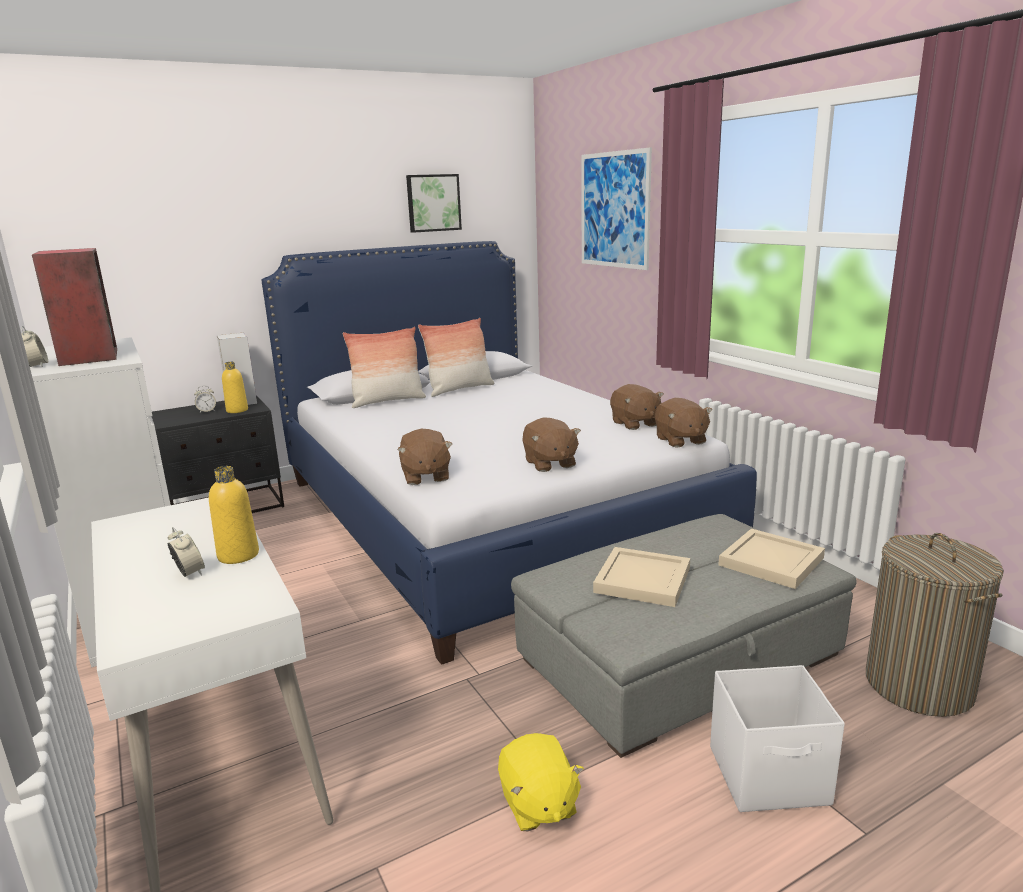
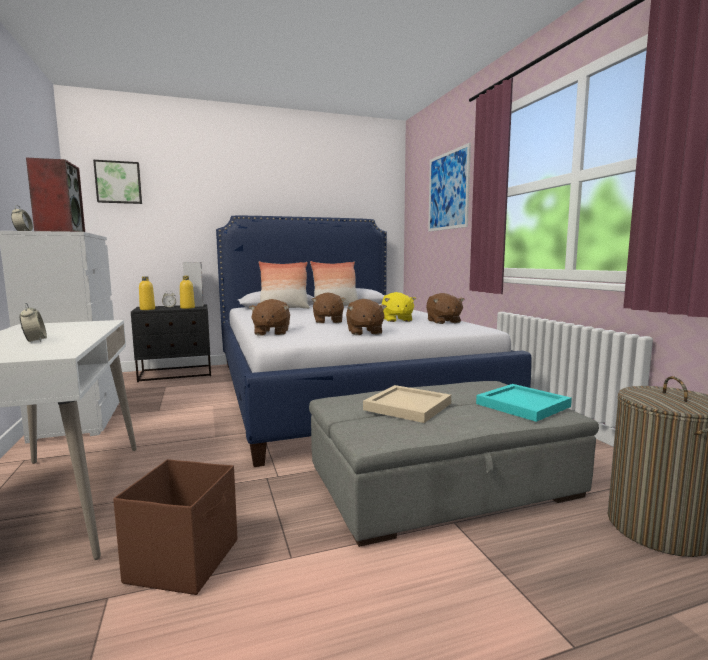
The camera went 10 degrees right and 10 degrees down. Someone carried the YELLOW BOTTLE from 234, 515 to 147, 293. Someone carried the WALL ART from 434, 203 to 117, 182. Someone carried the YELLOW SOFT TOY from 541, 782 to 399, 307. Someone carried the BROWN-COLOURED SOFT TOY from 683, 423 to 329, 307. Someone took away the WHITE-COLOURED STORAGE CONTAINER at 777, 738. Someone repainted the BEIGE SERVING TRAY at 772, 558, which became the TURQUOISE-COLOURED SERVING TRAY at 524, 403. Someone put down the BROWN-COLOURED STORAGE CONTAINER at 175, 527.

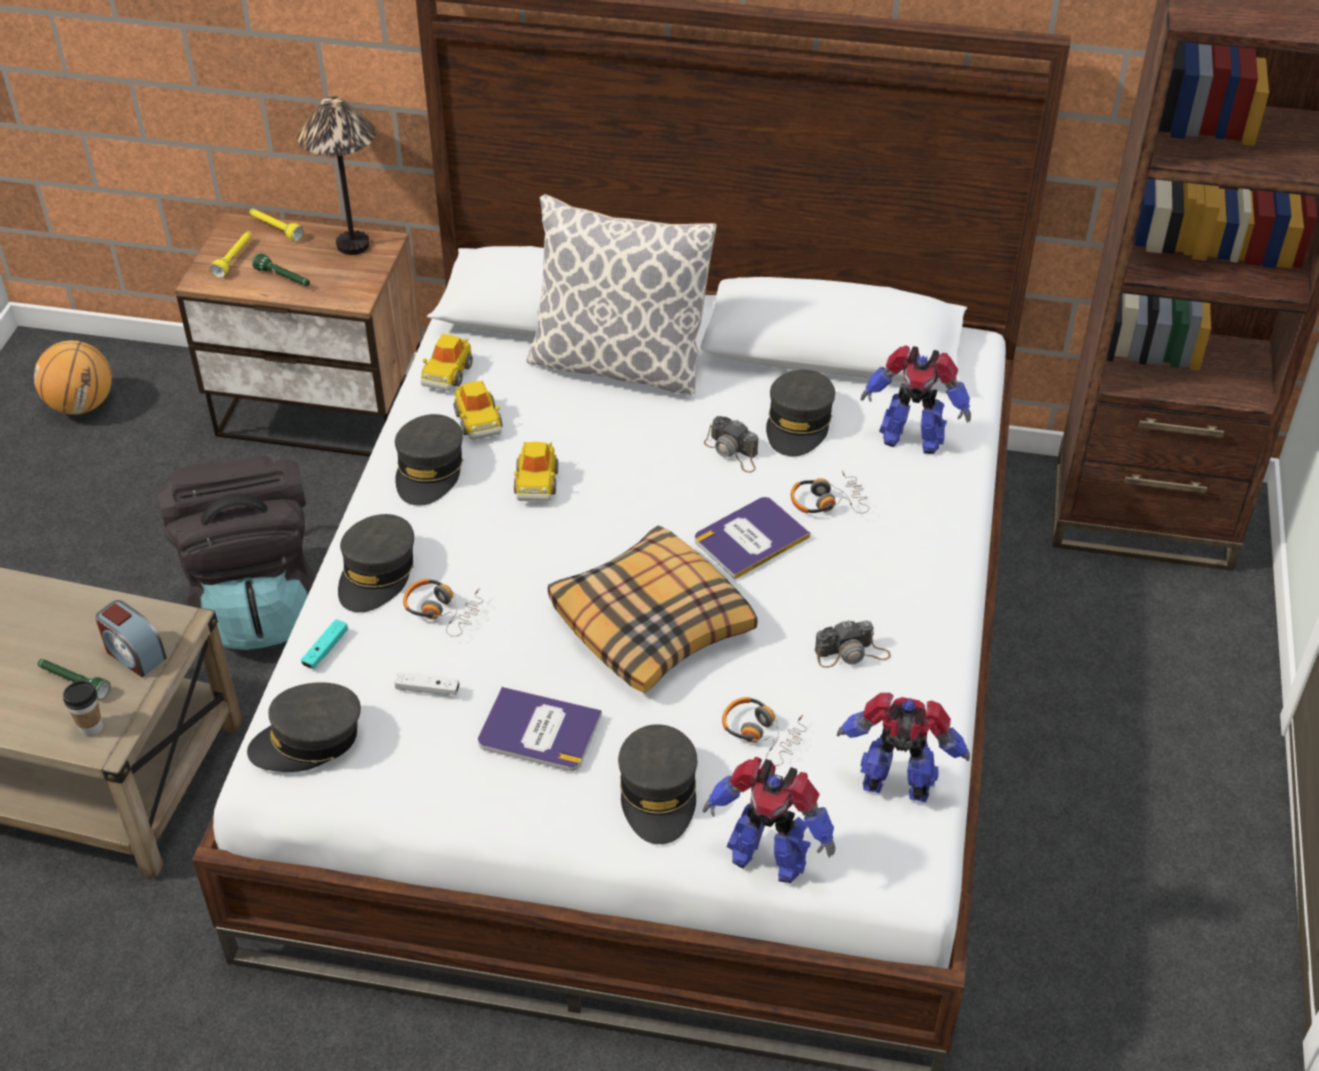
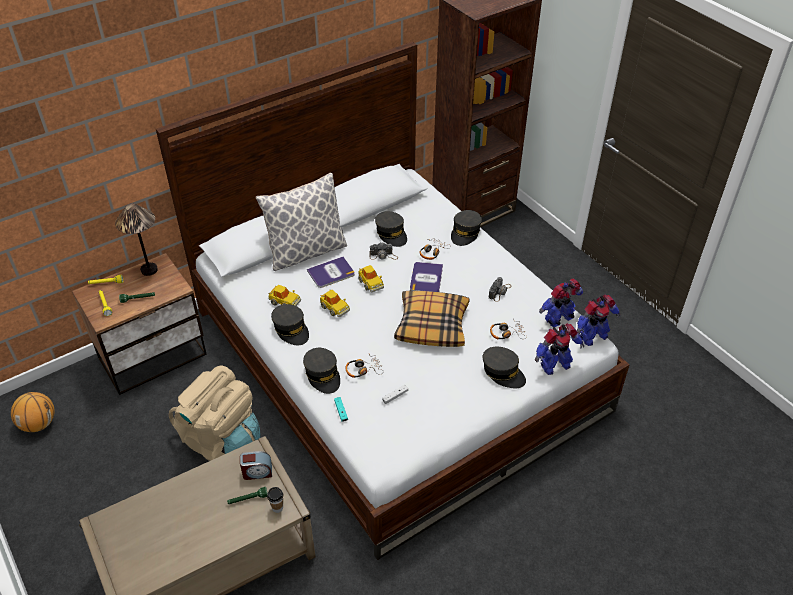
The camera went 45 degrees left and 0 degrees up. Someone repainted the BLACK-COLOURED KNAPSACK at 236, 552, which became the BEIGE KNAPSACK at 215, 413. Someone carried the GREYISH CAP from 304, 727 to 466, 228. Someone carried the MODEL CAR from 446, 362 to 371, 278. Someone carried the BOUND BOOK from 540, 729 to 331, 272. Someone carried the TOY ROBOT from 915, 399 to 598, 320.

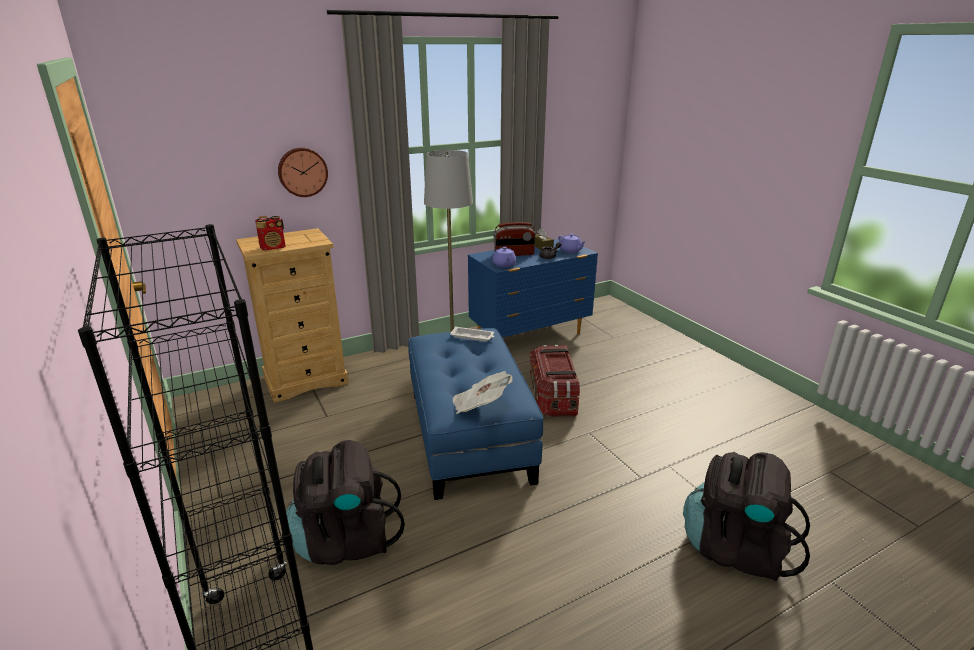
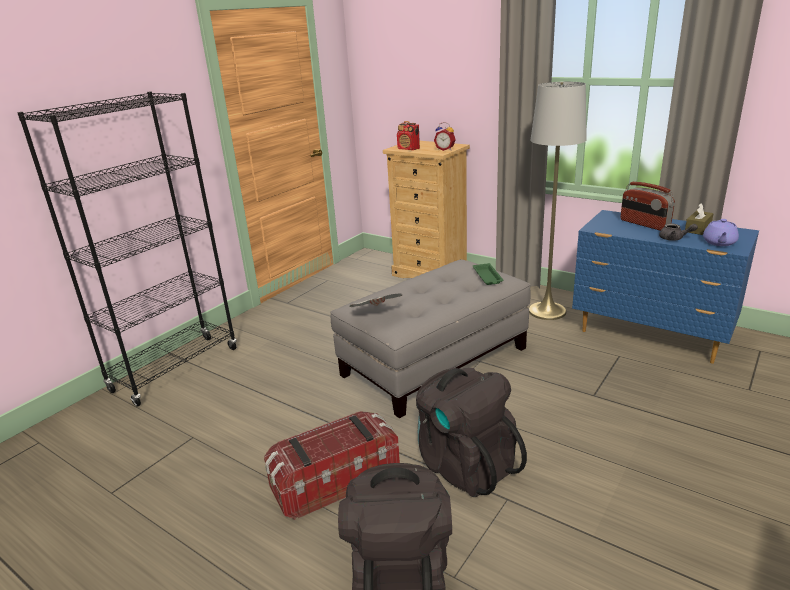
The camera went 65 degrees right and 0 degrees up. Someone took away the CLOCK ON THE WALL at 303, 172. Someone carried the BLACK-COLOURED KNAPSACK from 345, 502 to 471, 432. Someone repainted the BLUE OTTOMAN at 475, 414, which became the GREYISH OTTOMAN at 430, 339. Someone repainted the WHITE-COLOURED SERVING TRAY at 472, 334, which became the GREENISH SERVING TRAY at 488, 274. Someone took away the PURPLE TEA POT at 504, 257. Someone carried the STORAGE CONTAINER from 555, 381 to 332, 465. Someone put down the BEDSIDE CLOCK at 445, 136.

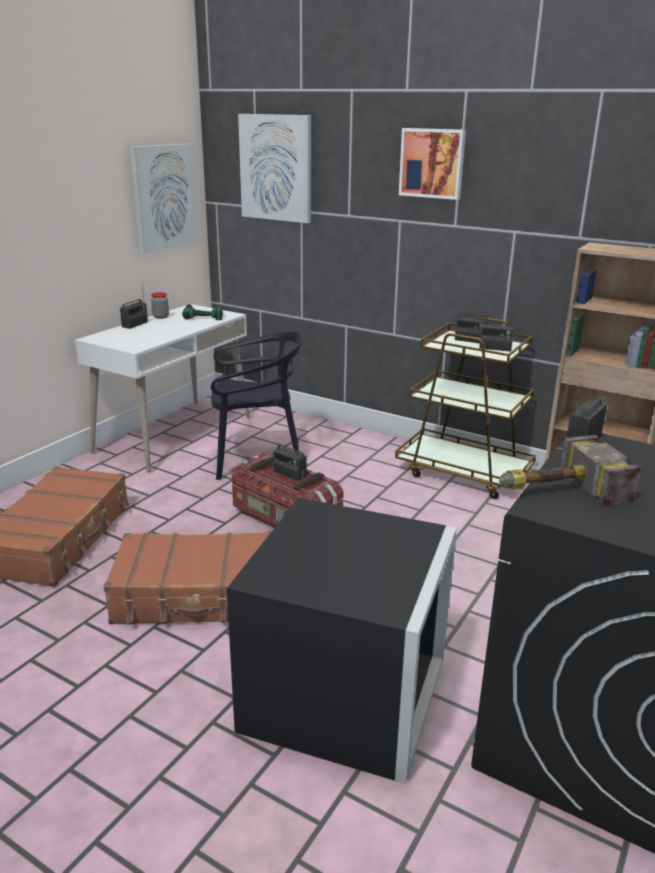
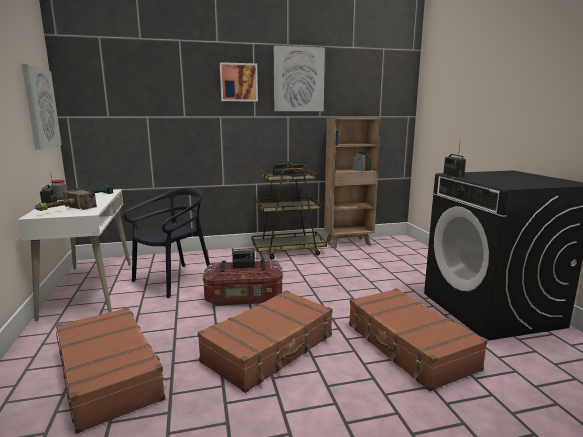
The camera went 45 degrees left and 10 degrees down. Someone swapped the BLACK-COLOURED STORAGE CONTAINER at 342, 641 for the BROWN-COLOURED TRAVEL CASE at 418, 339. Someone carried the WALL ART from 274, 168 to 299, 78. Someone carried the HAND HAMMER from 570, 470 to 66, 200.

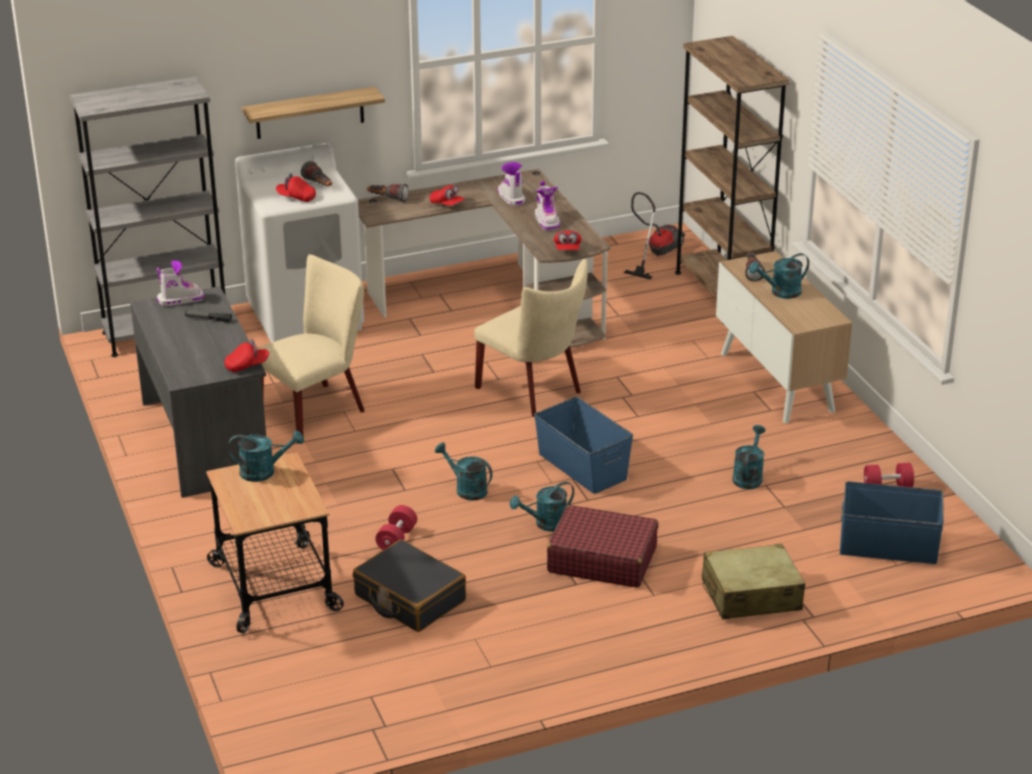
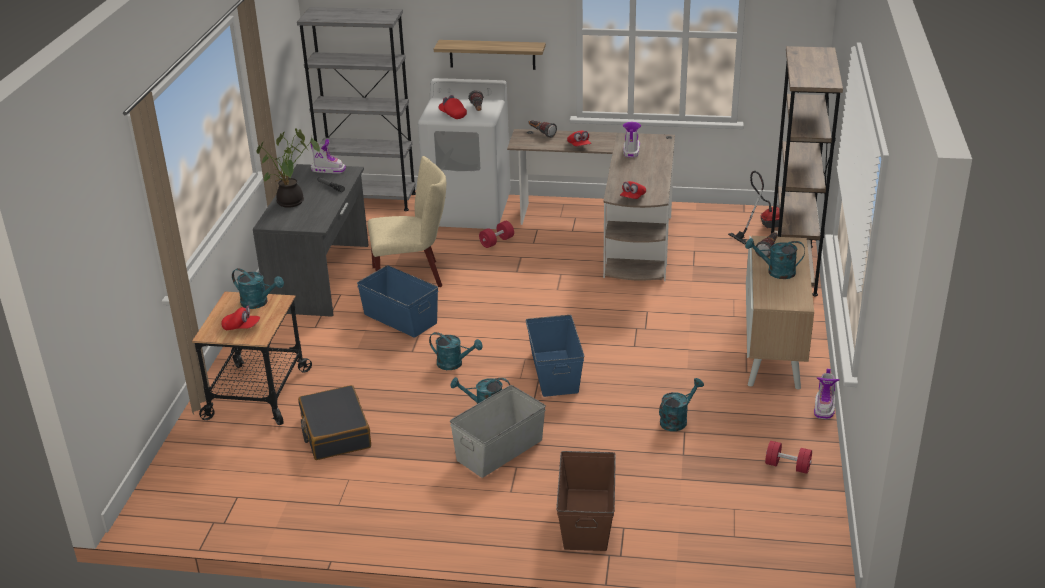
The camera went 30 degrees right and 0 degrees up. Someone carried the RED CAP from 246, 355 to 240, 318. Someone carried the RED FREE WEIGHT from 396, 527 to 496, 234. Someone rotated the TURQUOISE-COLOURED WATERING POT at 464, 471 by 135 degrees clockwise. Someone took away the BEIGE UPRIGHT CHAIR at 531, 338. Someone carried the HIGH-TOP BOOT from 547, 206 to 827, 394. Someone swapped the RED TRAVEL CASE at 602, 546 for the GREYISH STORAGE CONTAINER at 498, 431. Someone swapped the BEIGE TRAVEL CASE at 753, 582 for the BROWN-COLOURED STORAGE CONTAINER at 586, 501. Someone carried the BLUE STORAGE CONTAINER from 892, 522 to 397, 301. Someone put down the POTTED PLANT at 288, 168.

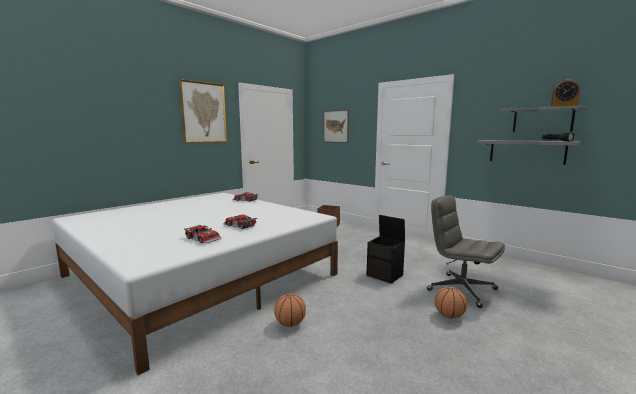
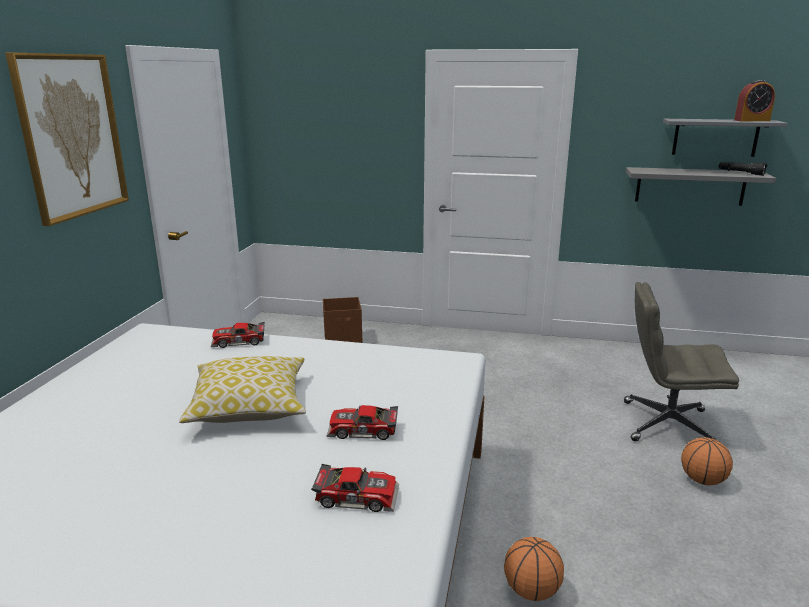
The camera went 30 degrees left and 10 degrees up. Someone took away the WALL ART at 336, 126. Someone took away the BLACK-COLOURED STORAGE CONTAINER at 386, 249. Someone put down the THROW PILLOW at 242, 389.

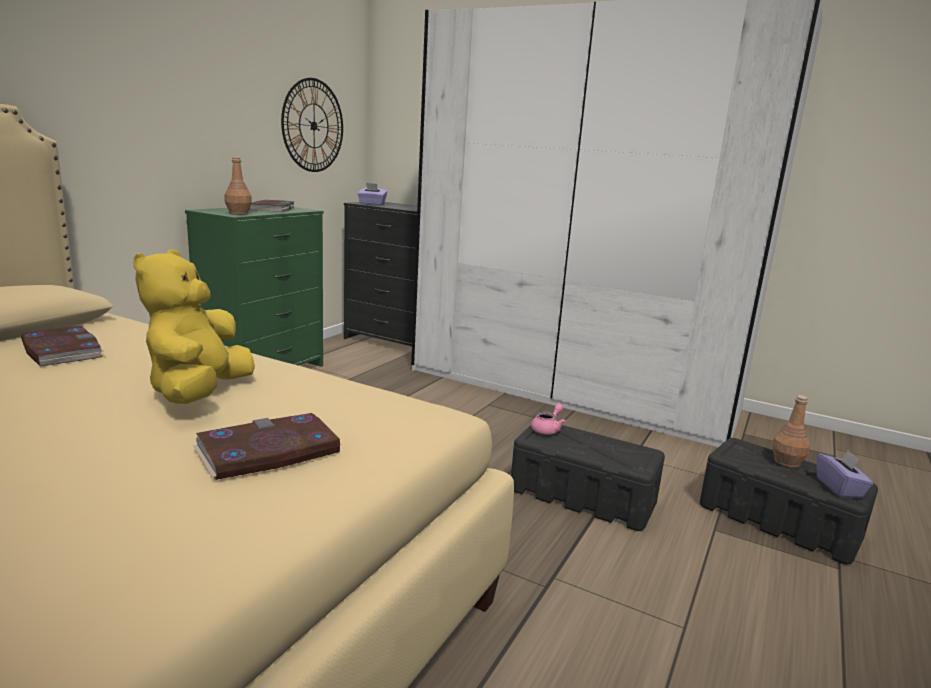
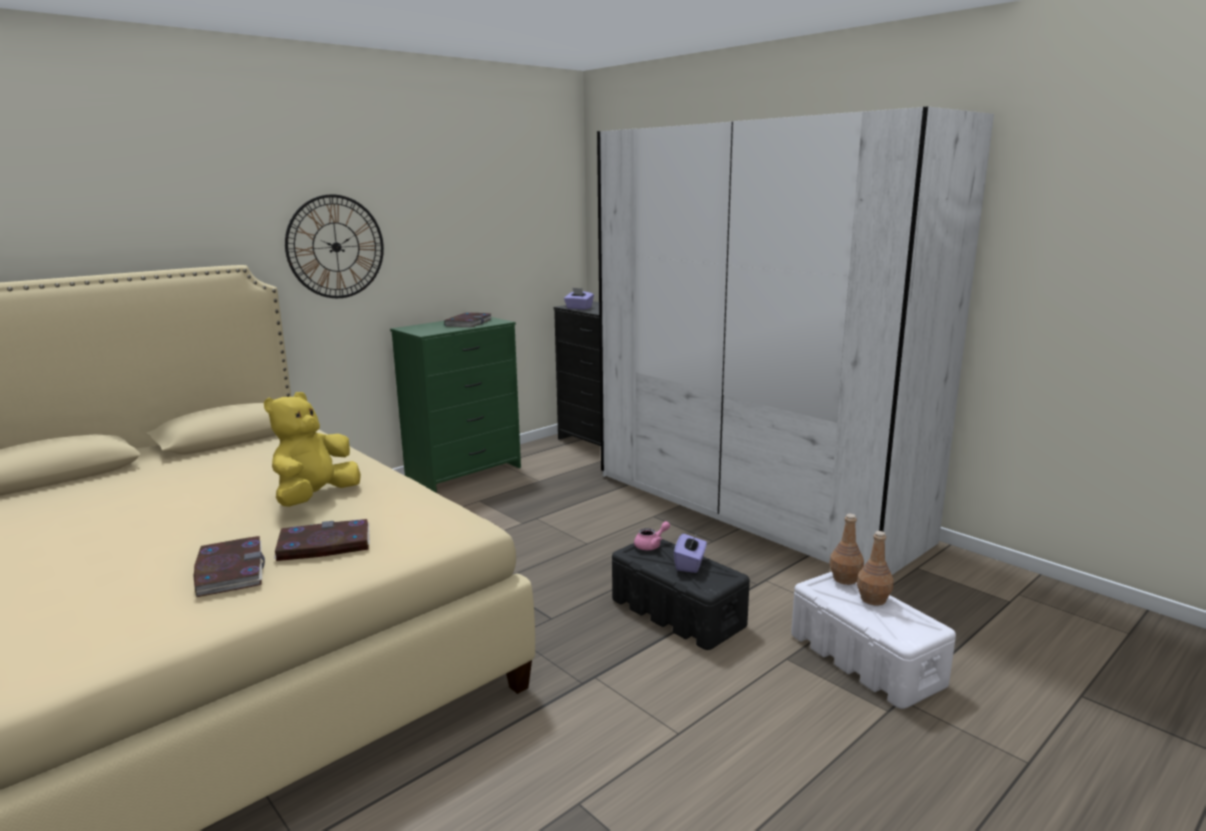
The camera went 20 degrees right and 0 degrees up. Someone carried the BOUND BOOK from 63, 346 to 229, 566. Someone carried the BROWN-COLOURED BOTTLE from 238, 186 to 846, 549. Someone carried the CLOCK ON THE WALL from 312, 125 to 334, 246. Someone repainted the BLACK-COLOURED STORAGE CONTAINER at 789, 501, which became the WHITE-COLOURED STORAGE CONTAINER at 873, 640. Someone carried the PURPLE TISSUE HOLDER from 844, 474 to 690, 553.

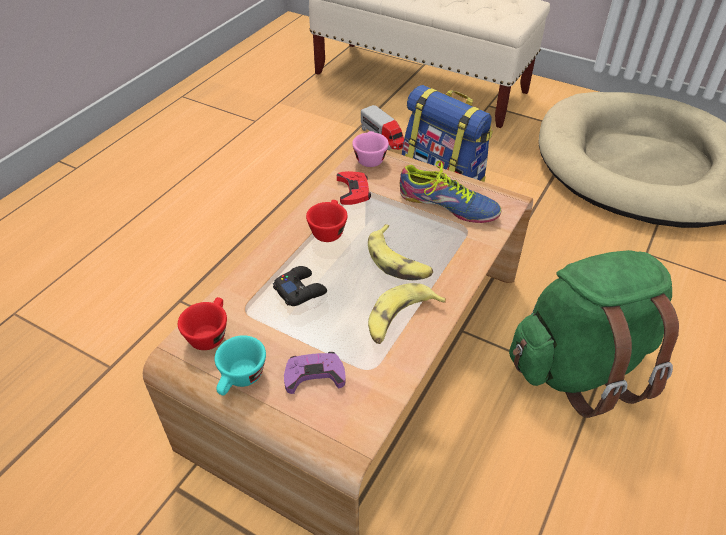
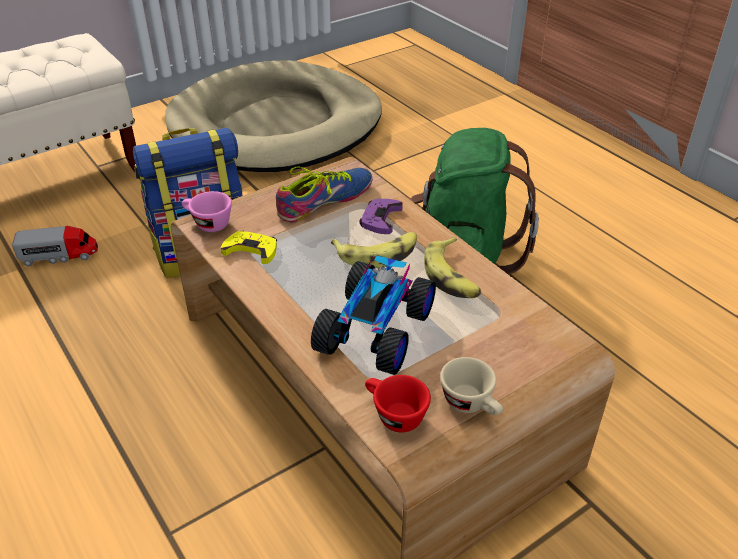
The camera went 65 degrees left and 5 degrees down. Someone repainted the TURQUOISE-COLOURED DRINKING CUP at 240, 365, which became the BEIGE DRINKING CUP at 471, 386. Someone swapped the BLACK-COLOURED GAME CONTROLLER at 300, 286 for the MODEL CAR at 373, 315. Someone carried the PURPLE GAME CONTROLLER from 315, 373 to 381, 216. Someone took away the RED DRINKING CUP at 326, 221. Someone repainted the RED GAME CONTROLLER at 354, 188, which became the YELLOW GAME CONTROLLER at 249, 247.

